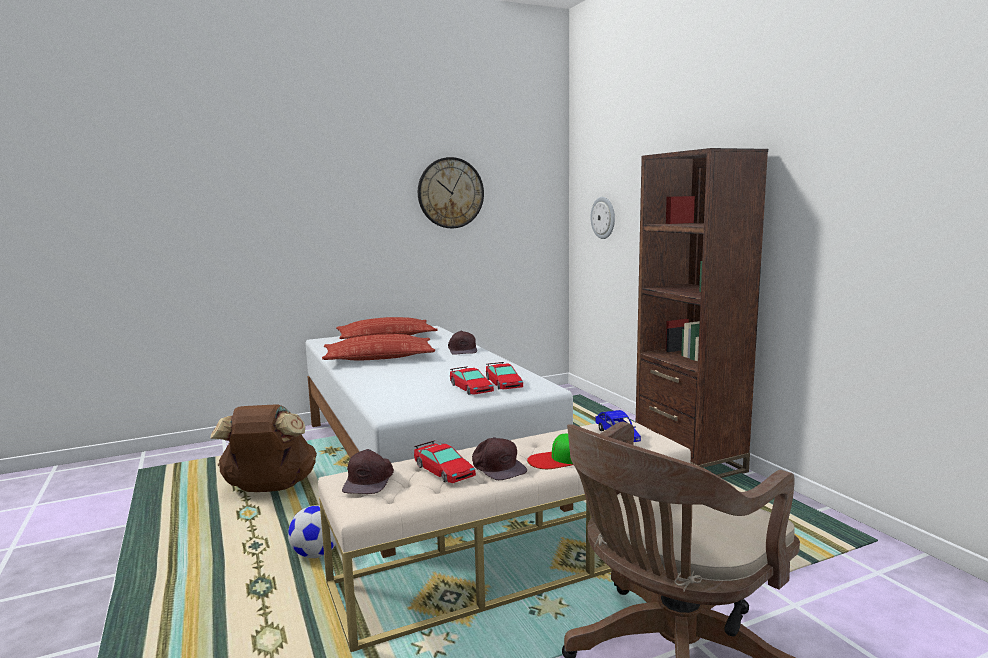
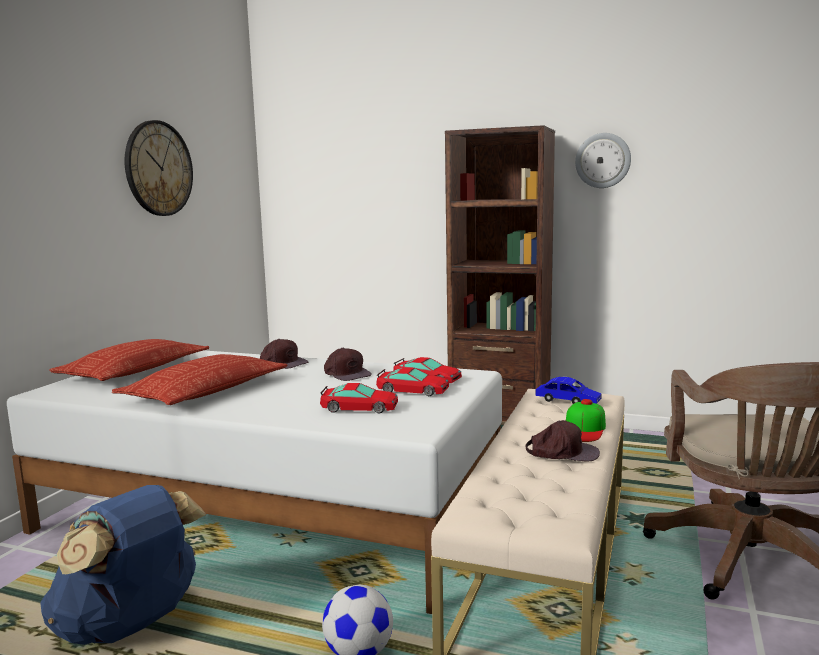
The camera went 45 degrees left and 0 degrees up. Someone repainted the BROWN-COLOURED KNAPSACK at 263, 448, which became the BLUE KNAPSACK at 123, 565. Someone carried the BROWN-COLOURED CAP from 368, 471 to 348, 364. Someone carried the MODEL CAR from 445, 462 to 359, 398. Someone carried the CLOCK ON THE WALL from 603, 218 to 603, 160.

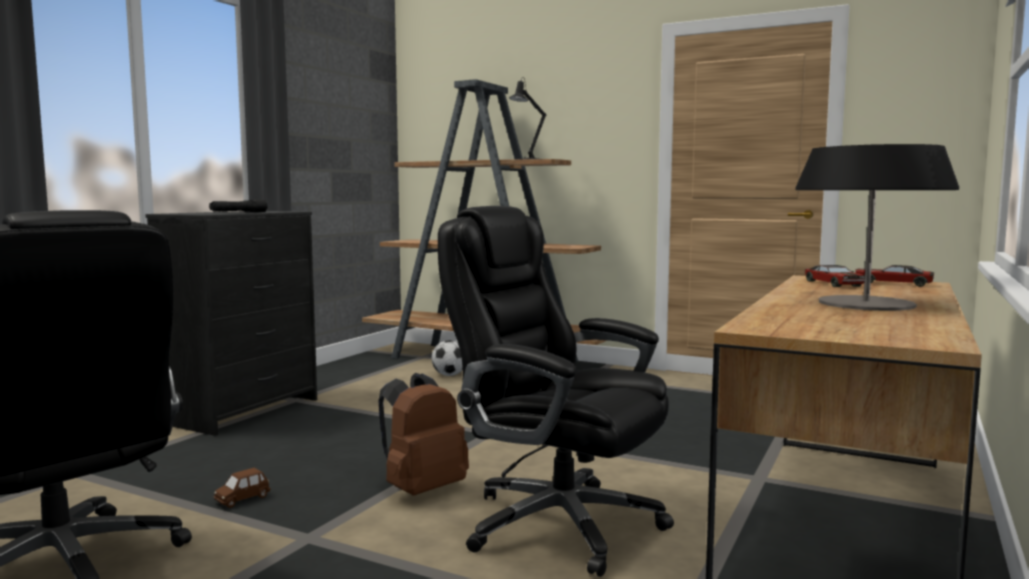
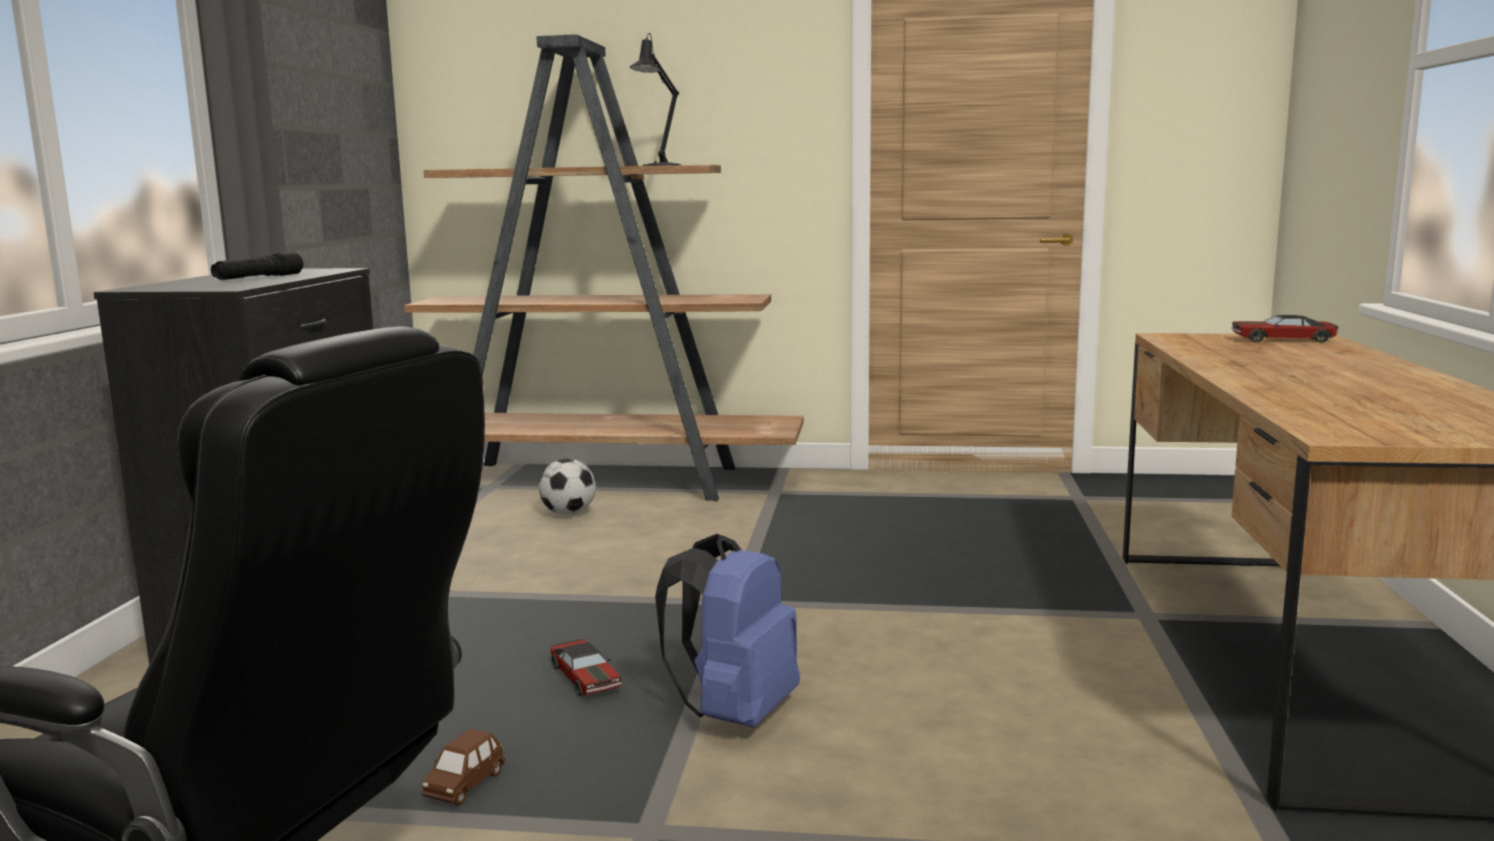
The camera went 20 degrees left and 5 degrees up. Someone repainted the BROWN-COLOURED KNAPSACK at 423, 434, which became the BLUE KNAPSACK at 727, 630. Someone took away the BLACK-COLOURED OFFICE CHAIR at 556, 391. Someone took away the TABLETOP LAMP at 877, 227. Someone carried the MODEL CAR from 835, 276 to 585, 667.

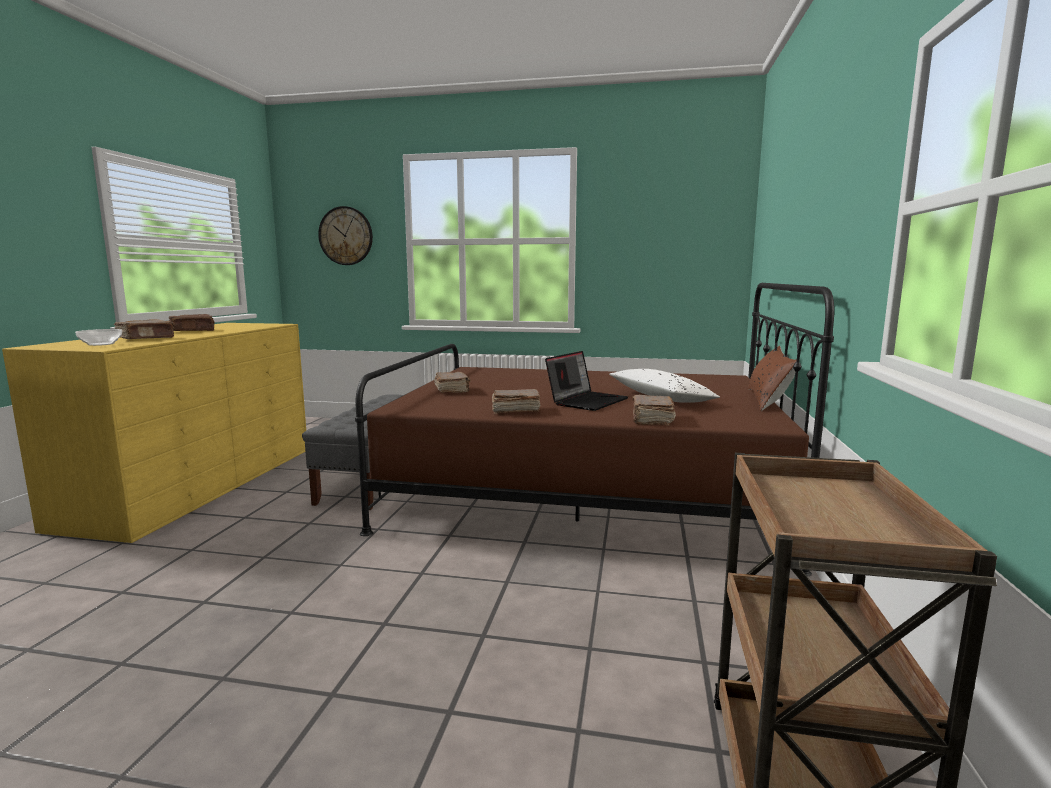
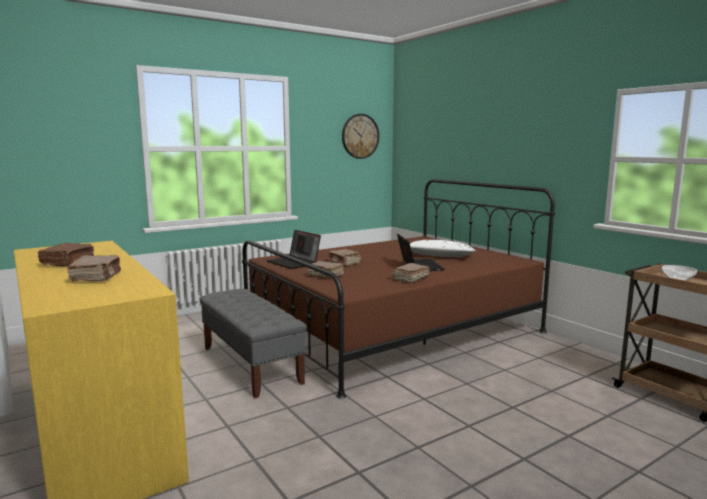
The camera went 45 degrees left and 0 degrees up. Someone carried the SERVING BOWL from 98, 337 to 679, 273. Someone carried the CLOCK ON THE WALL from 345, 235 to 360, 136. Someone carried the BROWN-COLOURED BOUND BOOK from 654, 410 to 344, 257. Someone took away the BROWN-COLOURED THROW PILLOW at 772, 378. Someone put down the NOTEBOOK COMPUTER at 294, 249.

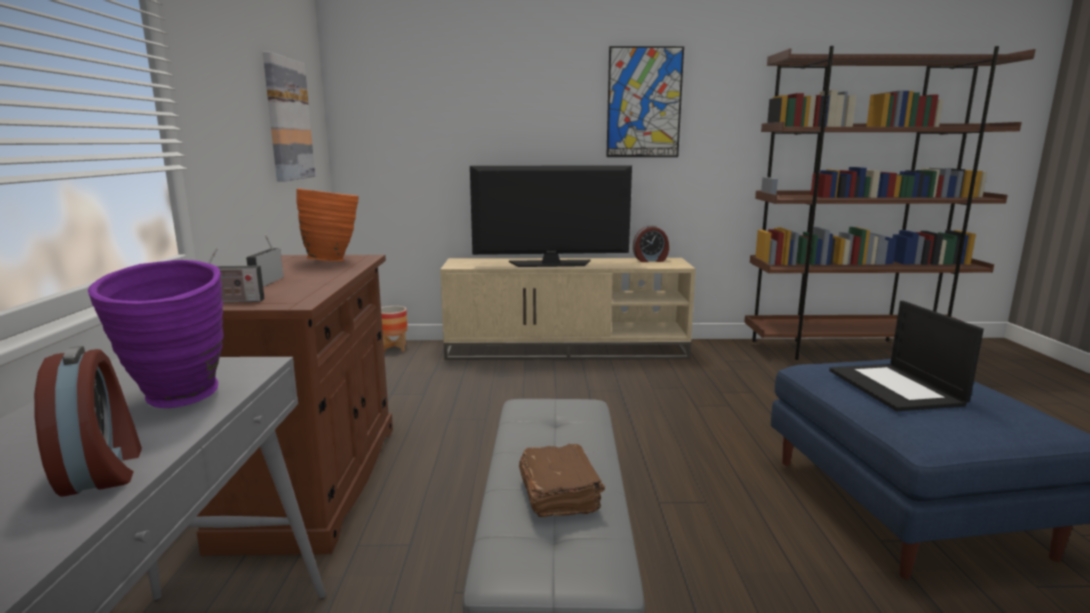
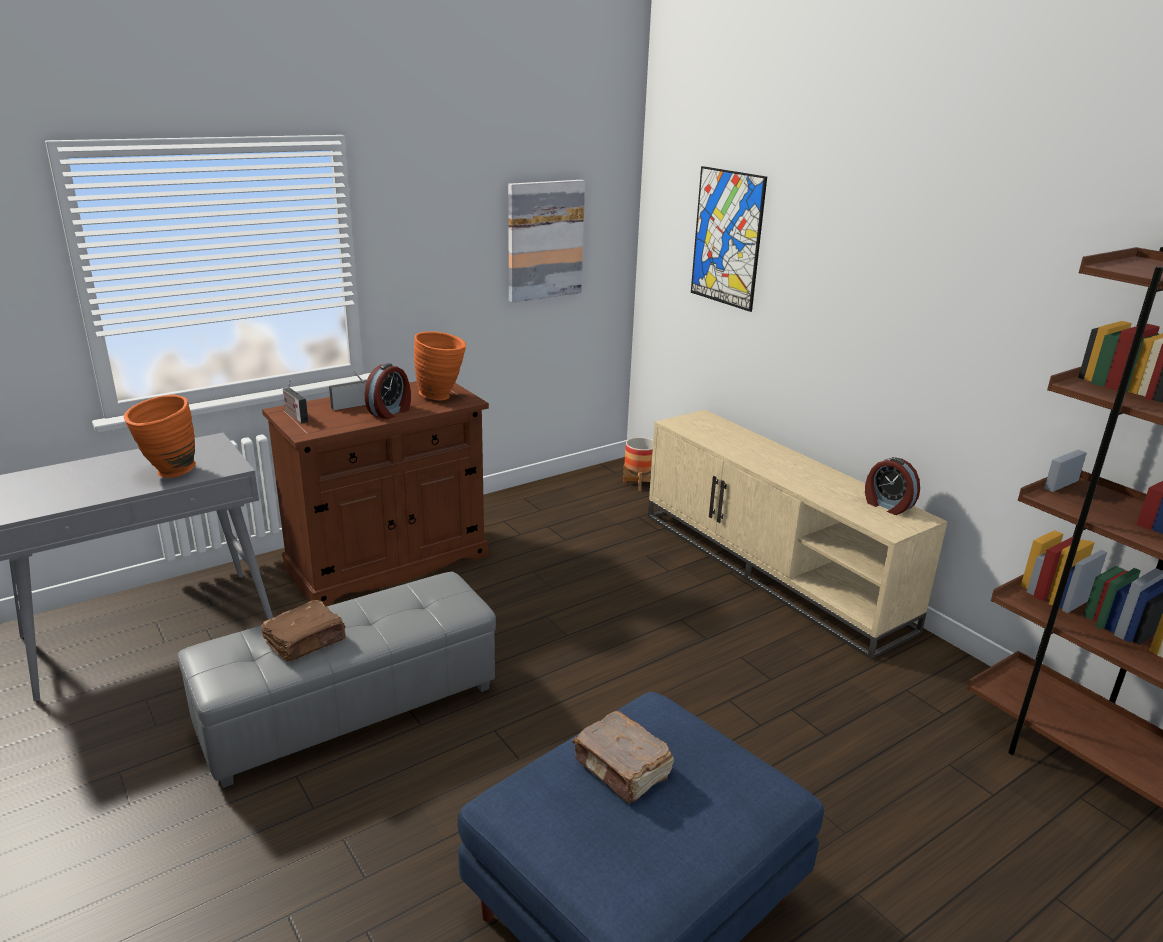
The camera went 55 degrees right and 10 degrees up. Someone carried the BEDSIDE CLOCK from 88, 421 to 387, 391. Someone repainted the PURPLE FLOWER VASE at 155, 334, which became the ORANGE FLOWER VASE at 160, 436. Someone took away the TELEVISION at 551, 216. Someone carried the WALL ART from 645, 101 to 729, 239. Someone swapped the NOTEBOOK COMPUTER at 906, 356 for the BROWN-COLOURED BOUND BOOK at 623, 757.

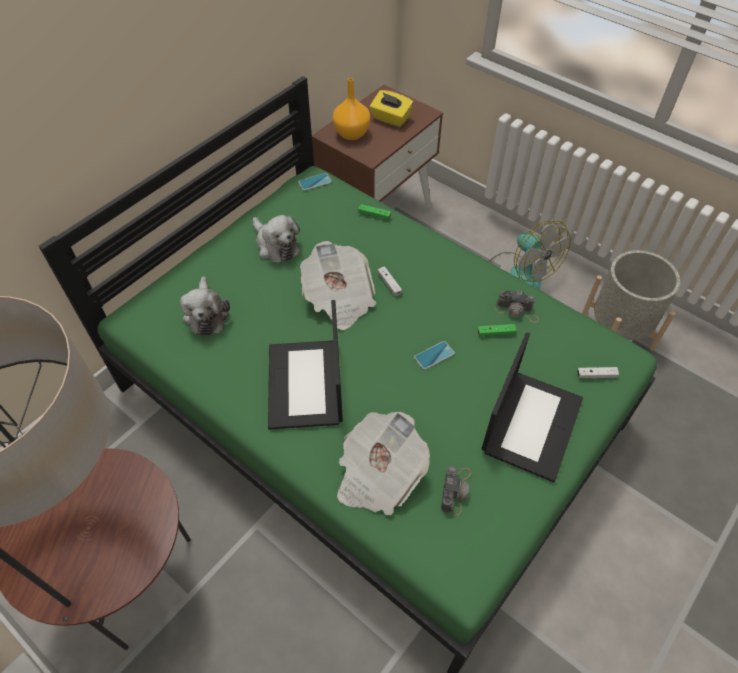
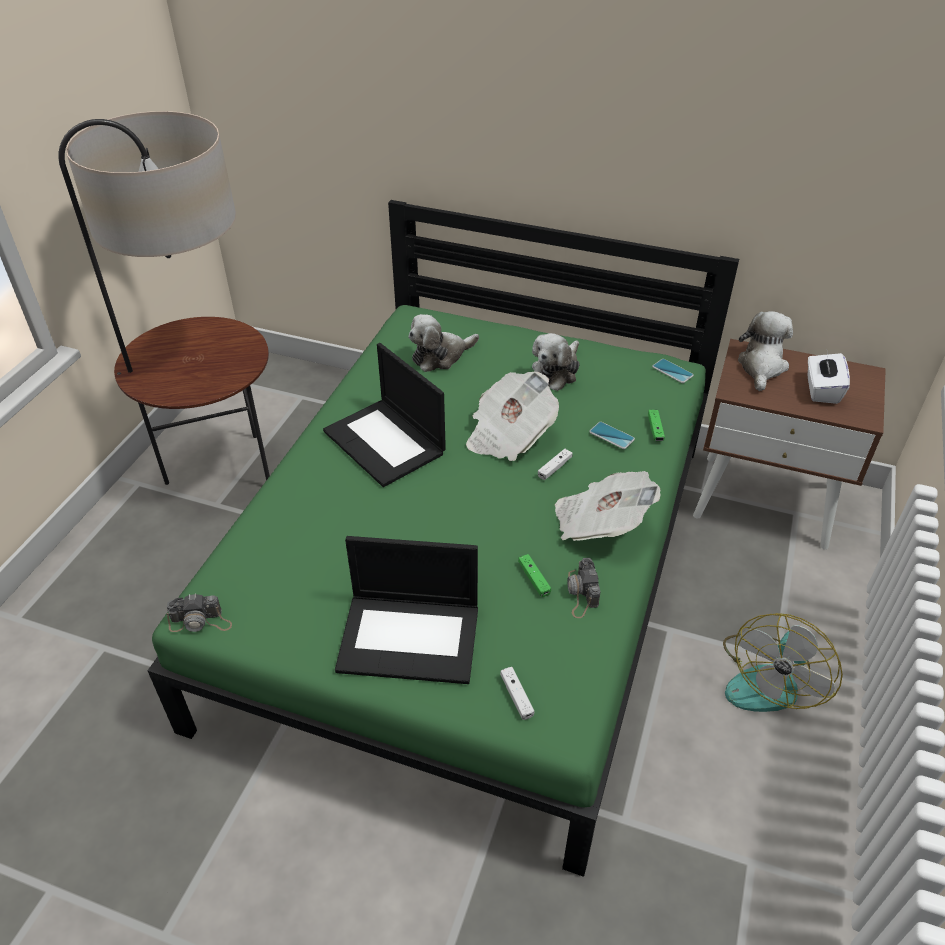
The camera went 70 degrees right and 10 degrees down. Someone rotated the NOTEBOOK COMPUTER at 305, 365 by 105 degrees counterclockwise. Someone swapped the ORANGE FLOWER VASE at 351, 109 for the SOFT TOY at 765, 351. Someone carried the NEWSPAPER from 383, 464 to 608, 506. Someone repainted the YELLOW TISSUE HOLDER at 392, 108, which became the WHITE-COLOURED TISSUE HOLDER at 829, 378. Someone carried the HANDSET from 434, 355 to 612, 435. Someone carried the STILL CAMERA from 456, 491 to 199, 612. Someone took away the GREYISH PLANTER at 631, 300.

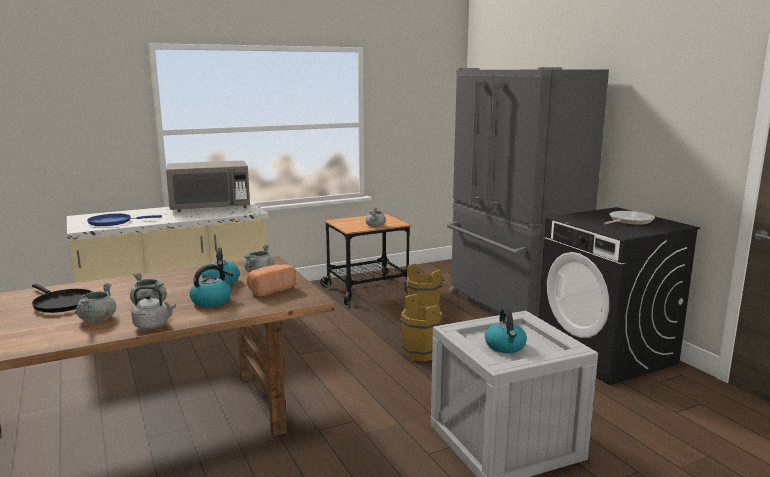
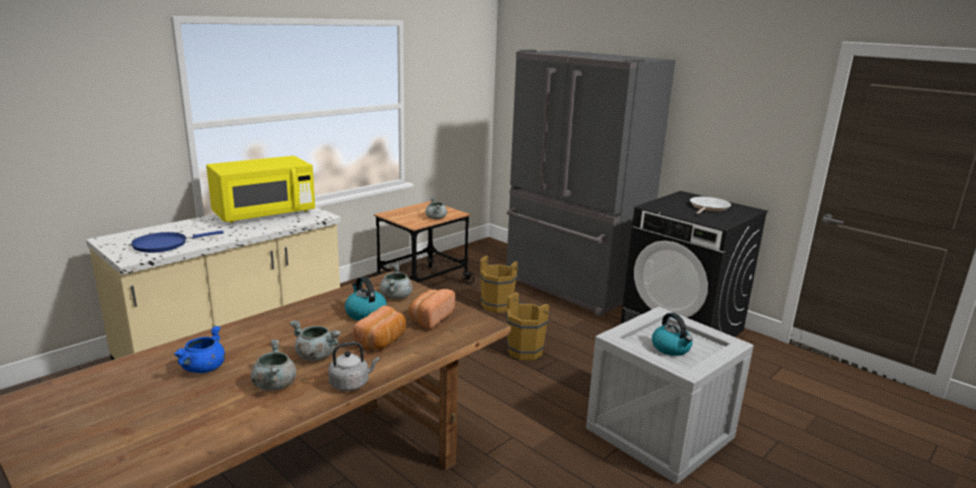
The camera went 20 degrees left and 5 degrees up. Someone swapped the BLACK-COLOURED PAN at 62, 298 for the BLUE COOKING POT at 199, 349. Someone repainted the GREYISH MICROWAVE at 208, 186, which became the YELLOW MICROWAVE at 260, 189. Someone swapped the WATER KETTLE at 211, 285 for the BREAD at 379, 327.

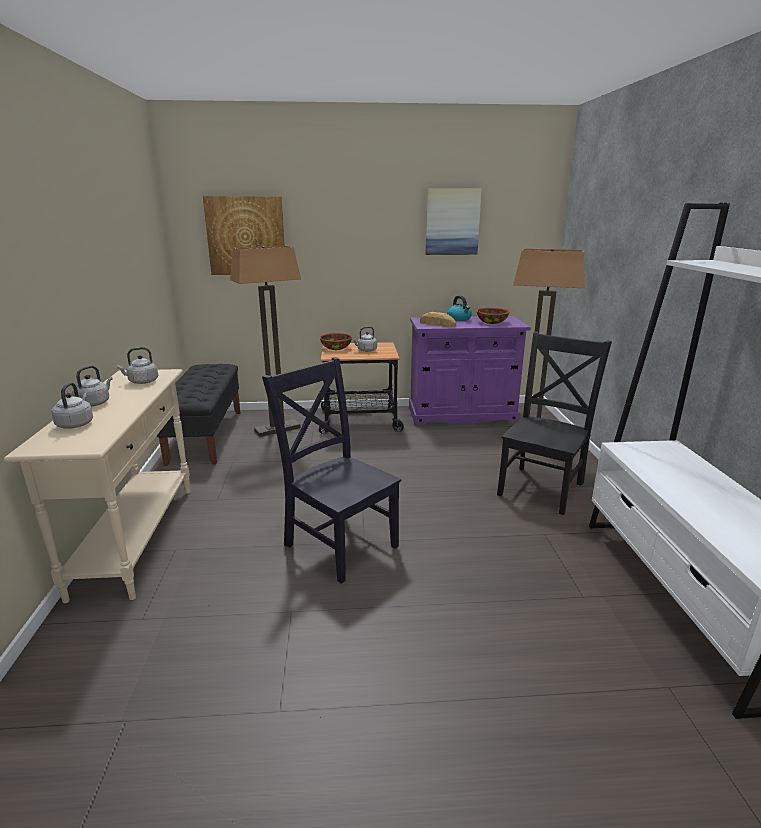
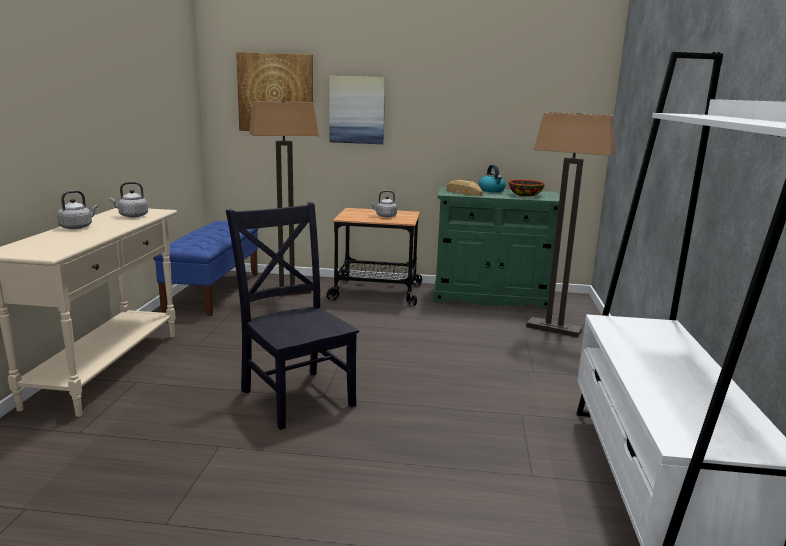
The camera went 10 degrees right and 5 degrees down. Someone took away the GREYISH WATER KETTLE at 72, 405. Someone repainted the BLACK-COLOURED LONG SEAT at 199, 415, which became the BLUE LONG SEAT at 205, 268. Someone took away the SERVING BOWL at 336, 341. Someone repainted the PURPLE CUPBOARD at 470, 370, which became the GREENISH CUPBOARD at 496, 247. Someone carried the WALL ART from 454, 221 to 357, 110. Someone took away the BLACK-COLOURED UPRIGHT CHAIR at 554, 423.

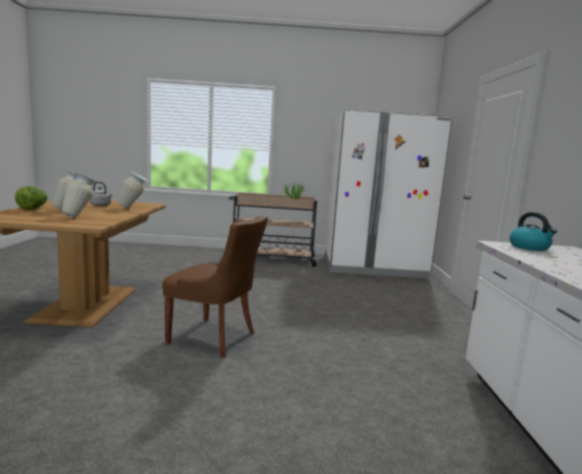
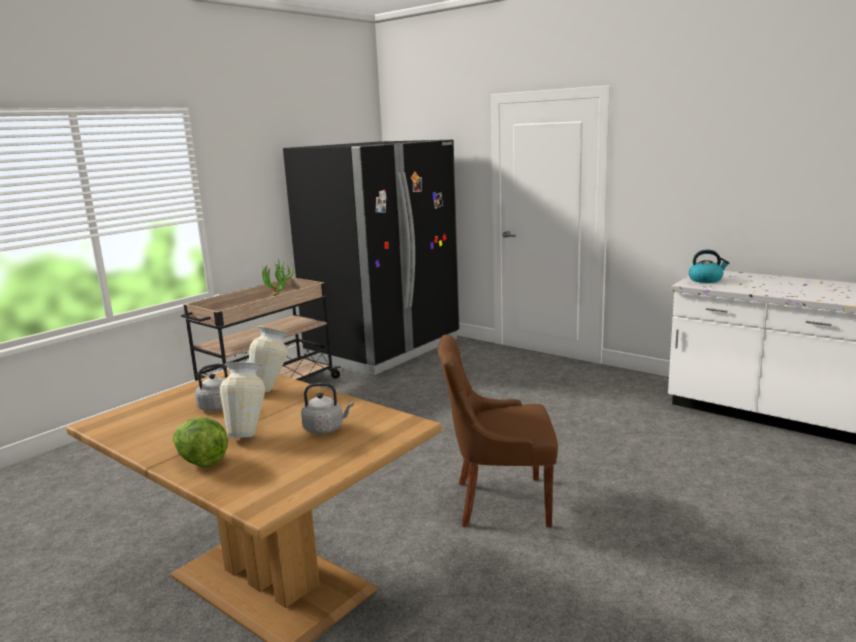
The camera went 50 degrees left and 5 degrees up. Someone swapped the FLOWER VASE at 79, 195 for the GREYISH WATER KETTLE at 327, 408. Someone rotated the BROWN-COLOURED UPRIGHT CHAIR at 215, 287 by 150 degrees counterclockwise. Someone repainted the WHITE-COLOURED FRIDGE at 388, 194, which became the BLACK-COLOURED FRIDGE at 371, 257.

